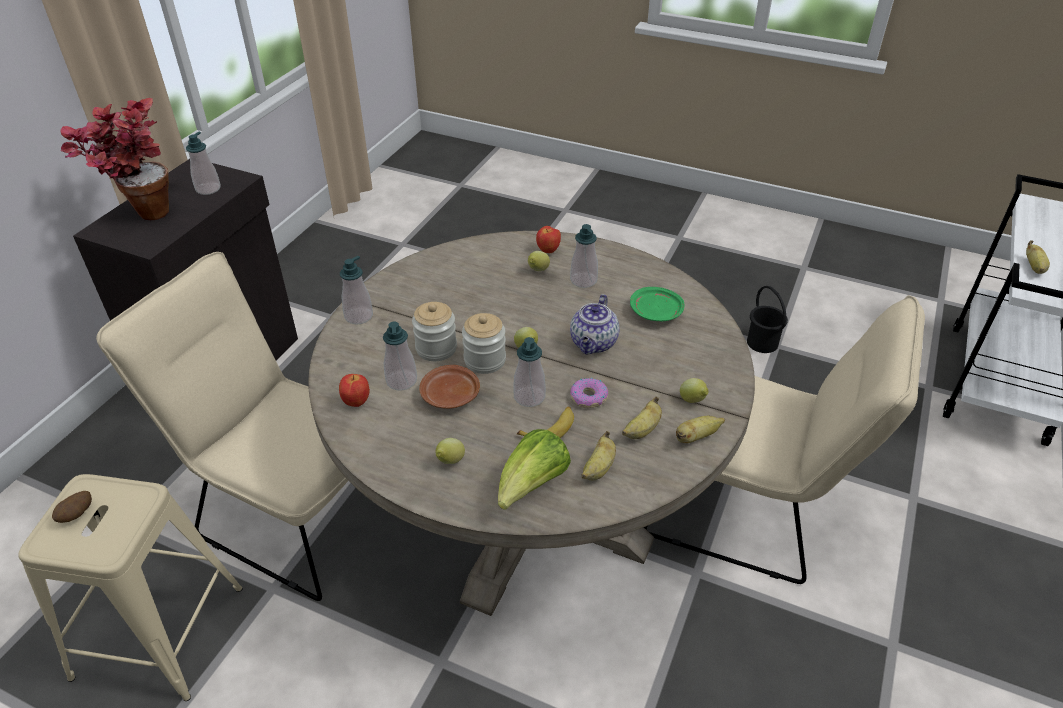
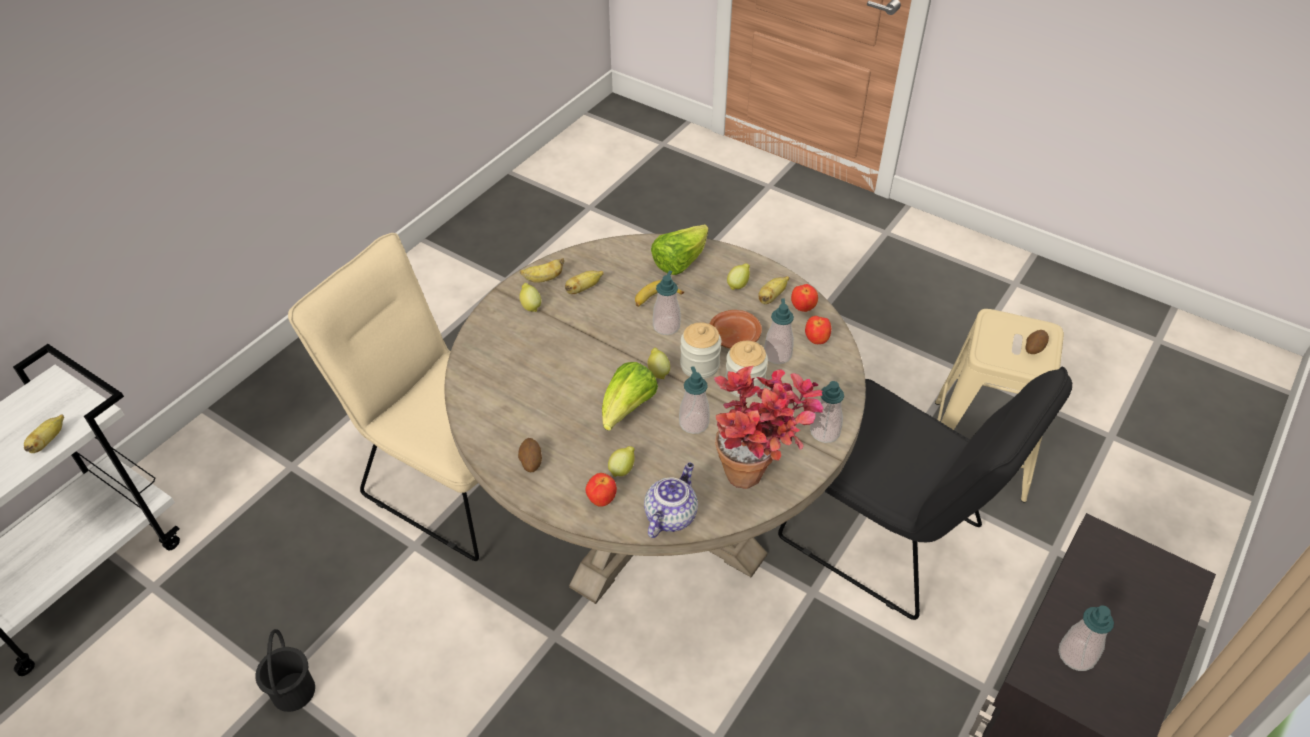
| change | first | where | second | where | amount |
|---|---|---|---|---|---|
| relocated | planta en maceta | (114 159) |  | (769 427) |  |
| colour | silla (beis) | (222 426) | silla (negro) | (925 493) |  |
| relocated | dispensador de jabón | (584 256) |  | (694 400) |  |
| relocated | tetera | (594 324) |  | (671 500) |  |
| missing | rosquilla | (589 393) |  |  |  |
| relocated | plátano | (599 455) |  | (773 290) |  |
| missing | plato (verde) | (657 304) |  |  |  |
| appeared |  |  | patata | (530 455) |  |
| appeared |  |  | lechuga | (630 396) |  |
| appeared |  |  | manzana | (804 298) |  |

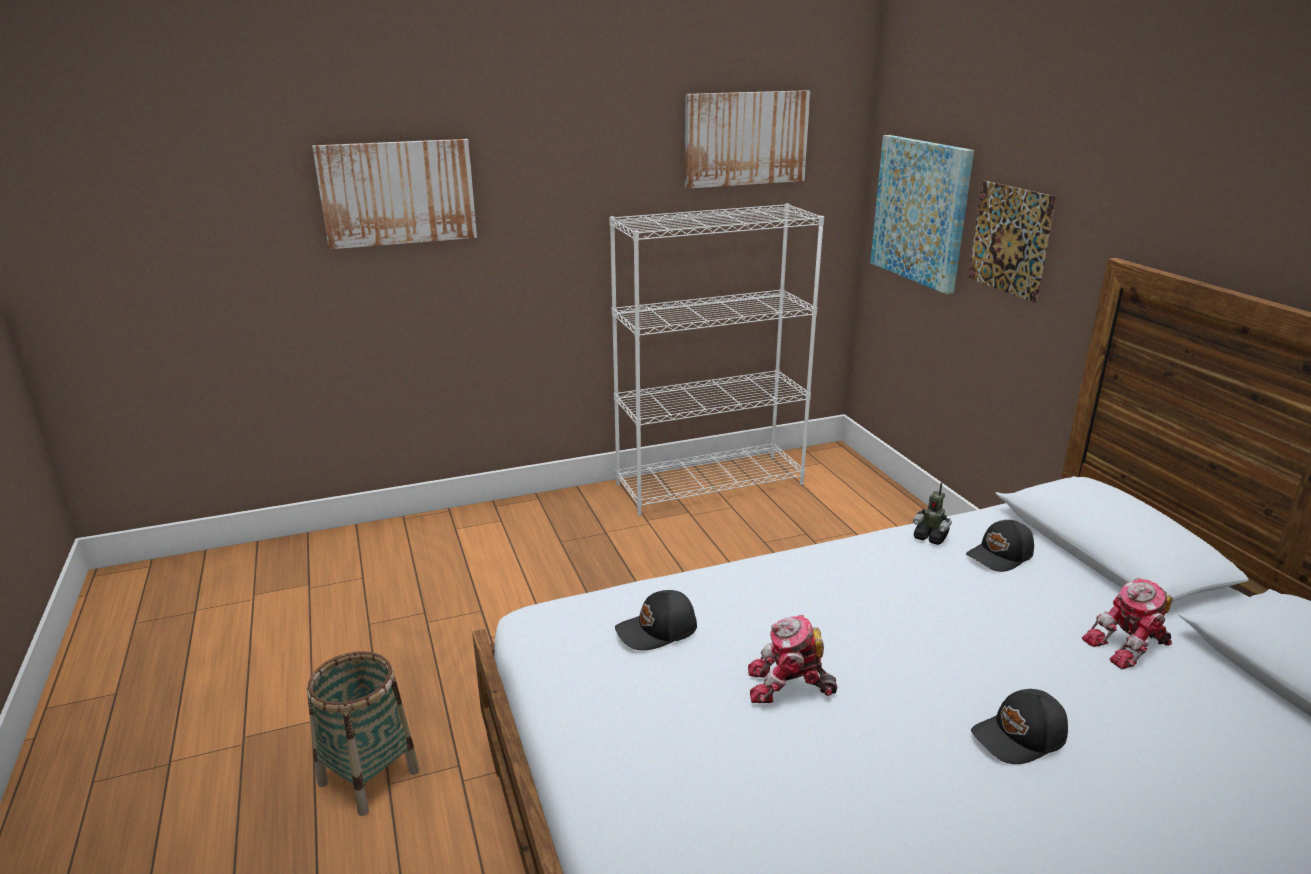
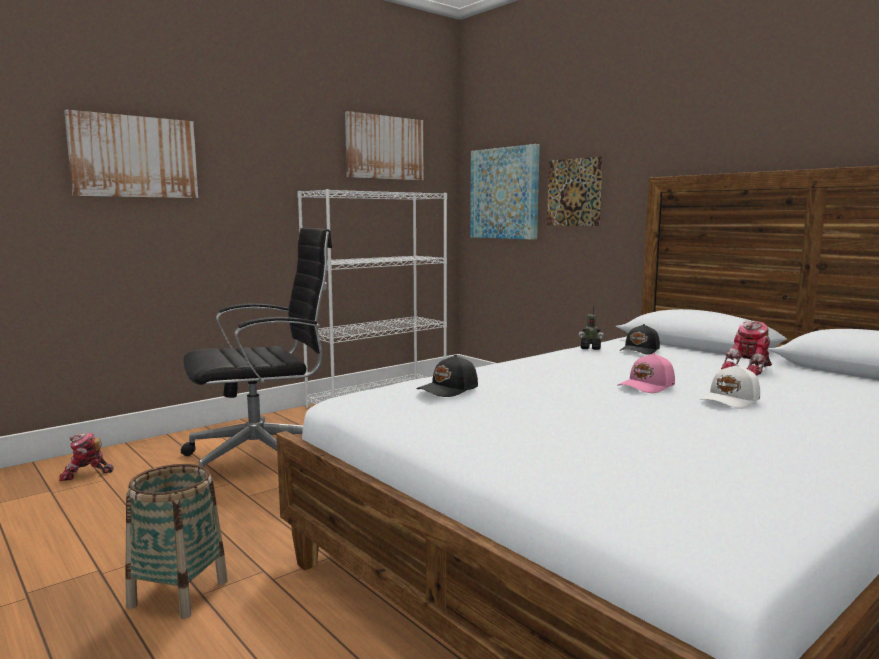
| change | first | where | second | where | amount |
|---|---|---|---|---|---|
| relocated | robot de juguete | (792 659) |  | (86 457) |  |
| colour | gorra (negro) | (1019 726) | gorra (blanco) | (730 386) |  |
| appeared |  |  | silla de oficina (negro) | (256 347) |  |
| appeared |  |  | gorra (rosa) | (646 373) |  |

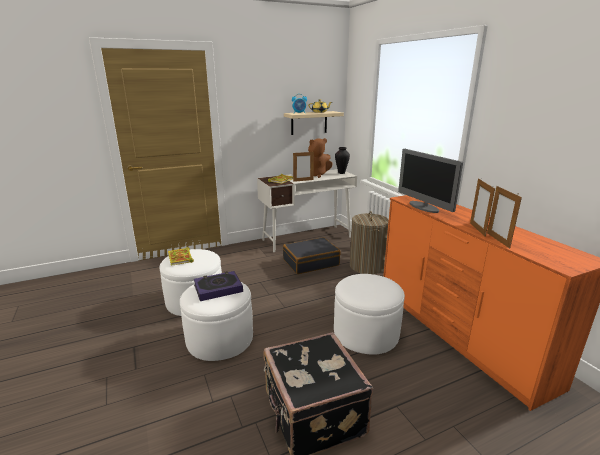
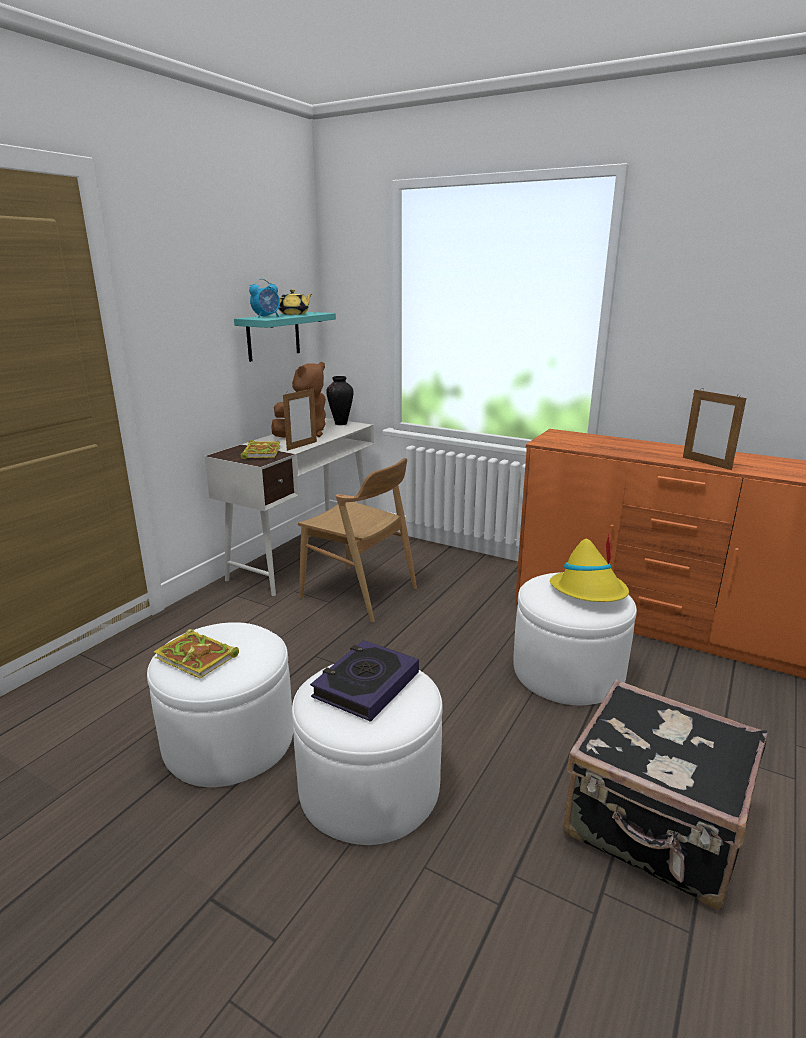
| change | first | where | second | where | amount |
|---|---|---|---|---|---|
| exchanged | maleta (negro) | (312 255) | silla (marrón) | (357 540) |  |
| colour | estante (beis) | (314 123) | estante (turquesa) | (285 337) |  |
| missing | cesto de la ropa | (369 242) |  |  |  |
| missing | monitor | (430 181) |  |  |  |
| missing | portarretratos | (504 217) |  |  |  |
| appeared |  |  | sombrero (amarillo) | (589 567) |  |

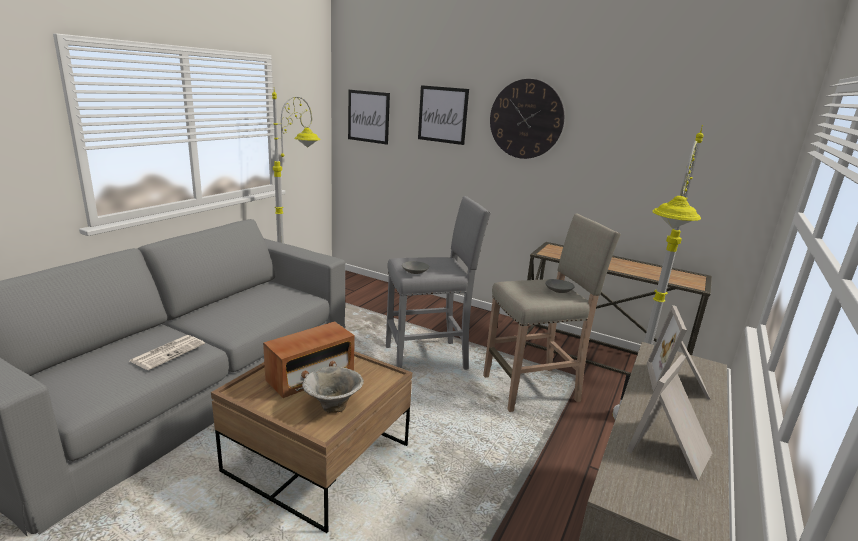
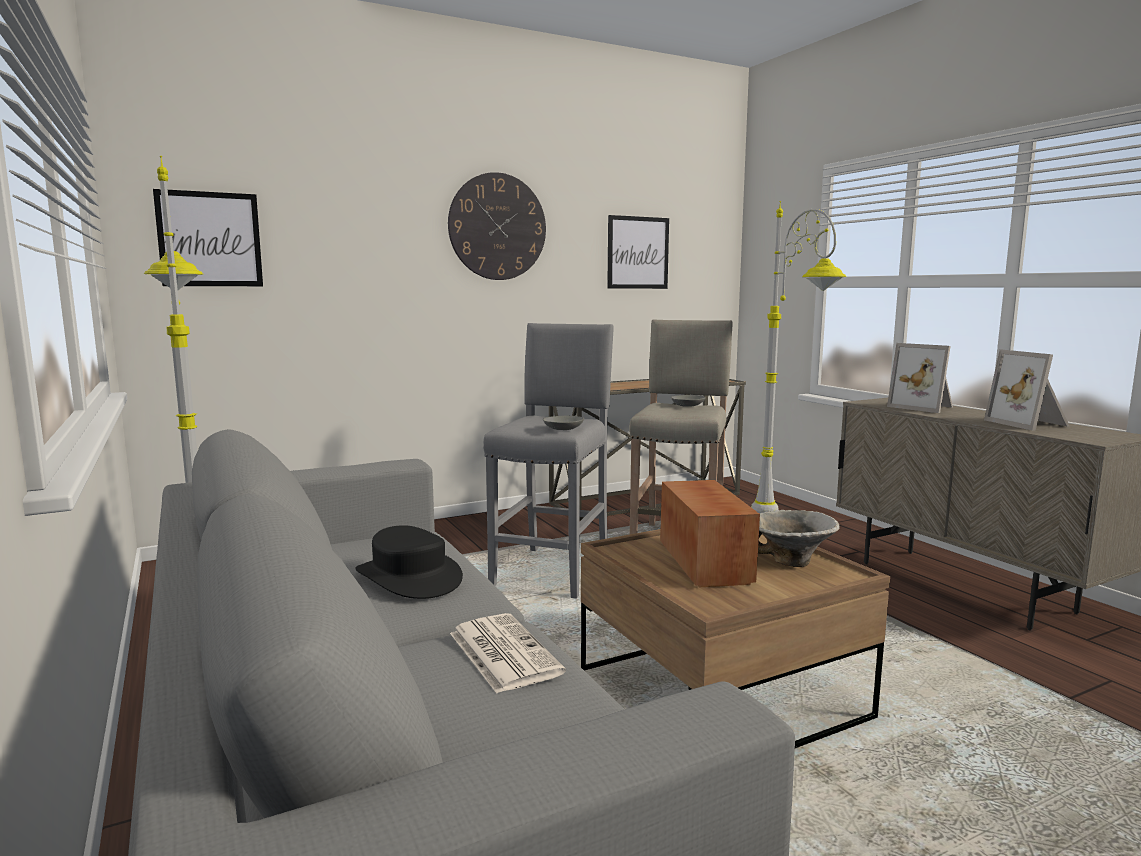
| change | first | where | second | where | amount |
|---|---|---|---|---|---|
| relocated | cuadro | (443 115) |  | (638 252) |  |
| appeared |  |  | sombrero (negro) | (409 562) |  |

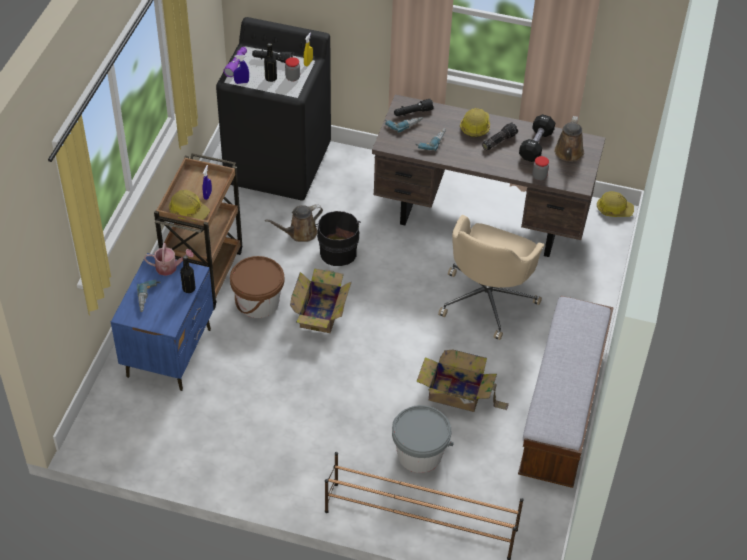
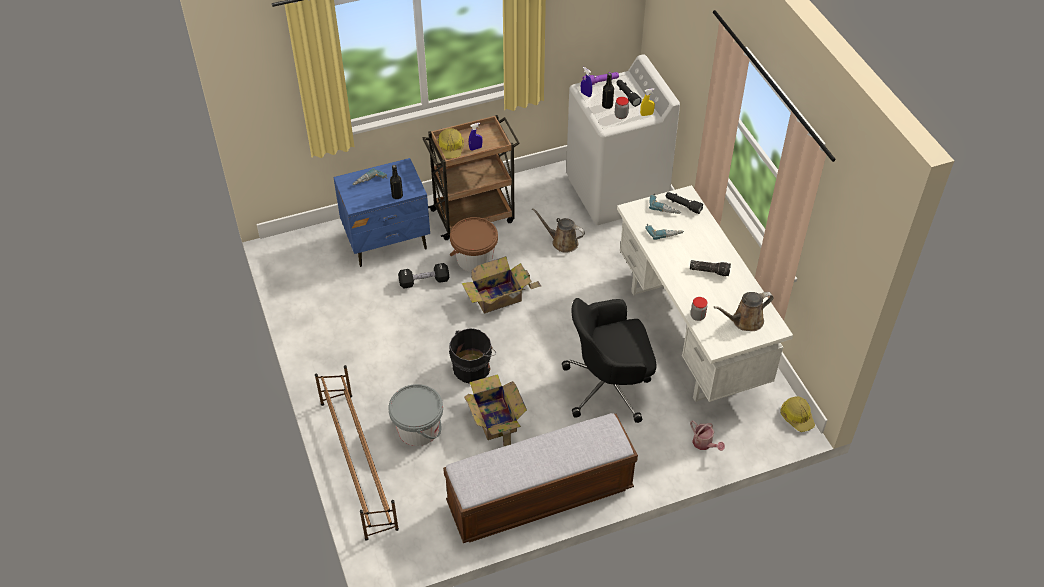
| change | first | where | second | where | amount |
|---|---|---|---|---|---|
| relocated | regadera | (169 259) |  | (707 435) |  |
| colour | lavadora (negro) | (273 108) | lavadora (blanco) | (623 139) |  |
| relocated | cubo (negro) | (338 238) |  | (472 356) |  |
| colour | escritorio (marrón) | (489 175) | escritorio (blanco) | (705 293) |  |
| colour | silla de oficina (beis) | (491 277) | silla de oficina (negro) | (609 360) |  |
| missing | casco | (475 122) |  |  |  |
| relocated | mancuerna (negro) | (537 138) |  | (423 276) |  |

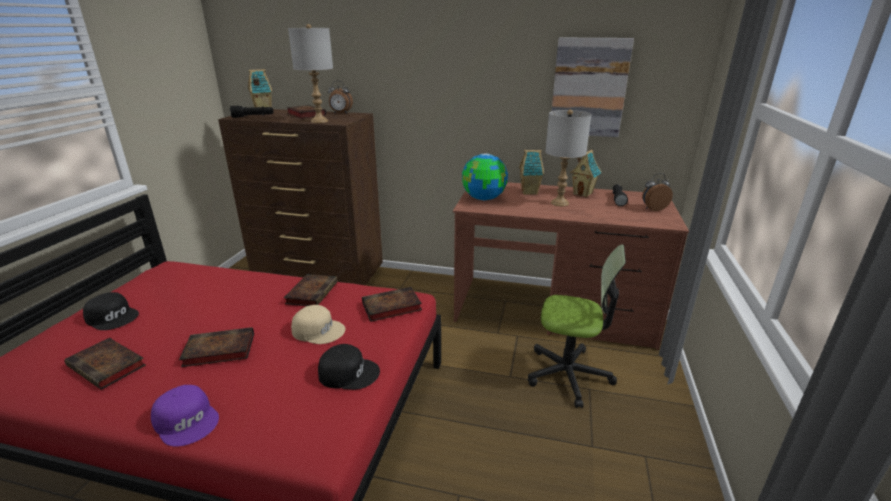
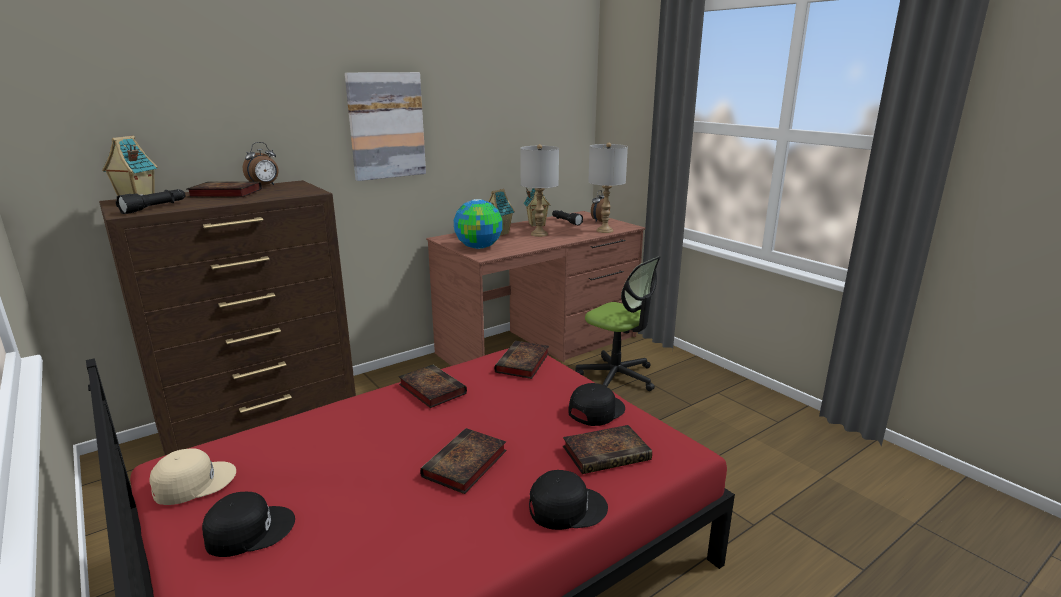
| change | first | where | second | where | amount |
|---|---|---|---|---|---|
| relocated | libro | (105 364) |  | (607 449) |  |
| colour | gorra (morado) | (185 415) | gorra (negro) | (568 500) |  |
| relocated | lámpara de mesa (gris) | (310 73) |  | (608 188) |  |
| relocated | gorra (beis) | (318 324) |  | (192 476) |  |
| spun | silla de oficina | (577 326) |  | (618 323) | 75 degrees clockwise |
| relocated | cuadro | (593 87) |  | (385 126) |  |

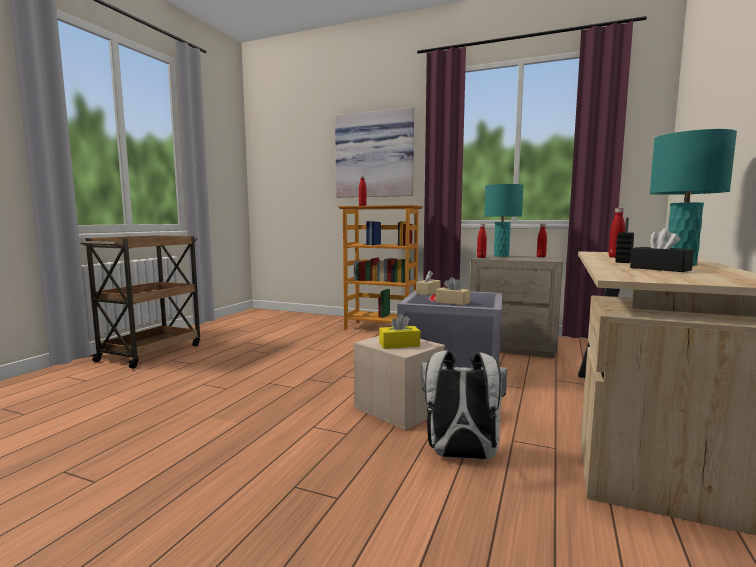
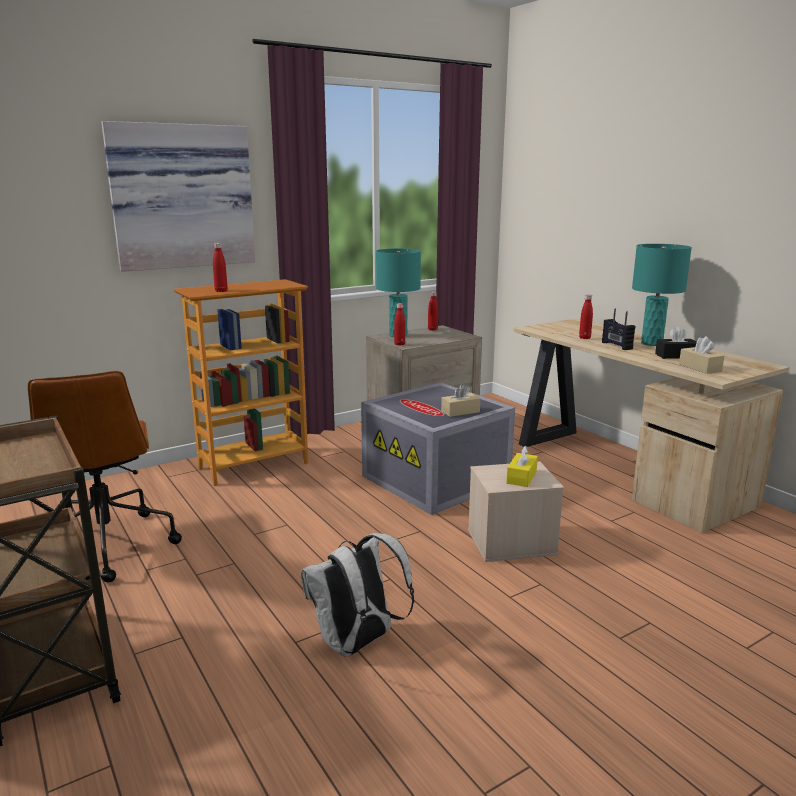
| change | first | where | second | where | amount |
|---|---|---|---|---|---|
| relocated | caja de pañuelos (beis) | (428 282) |  | (701 355) |  |
| relocated | mochila (blanco) | (464 405) |  | (357 595) |  |
| appeared |  |  | silla de oficina (marrón) | (105 476) |  |

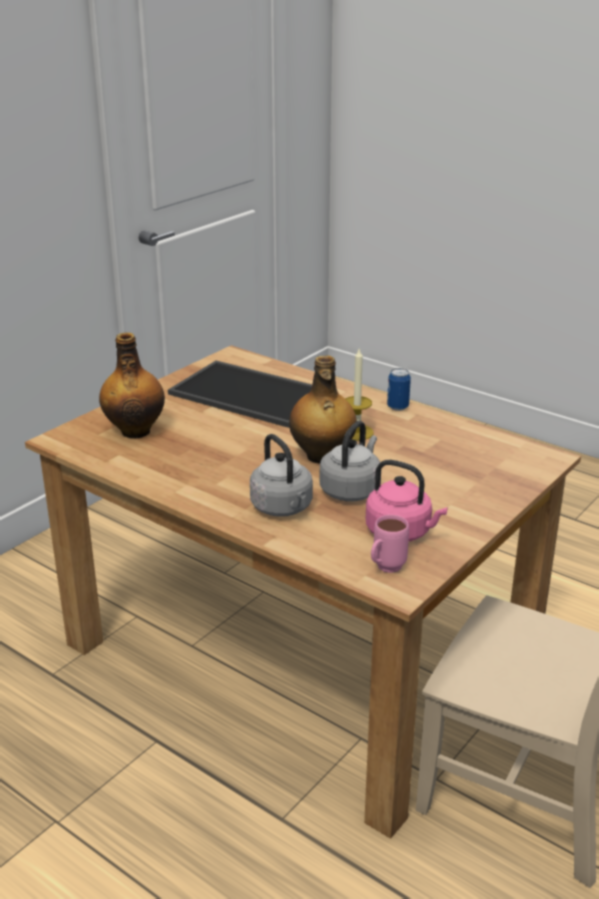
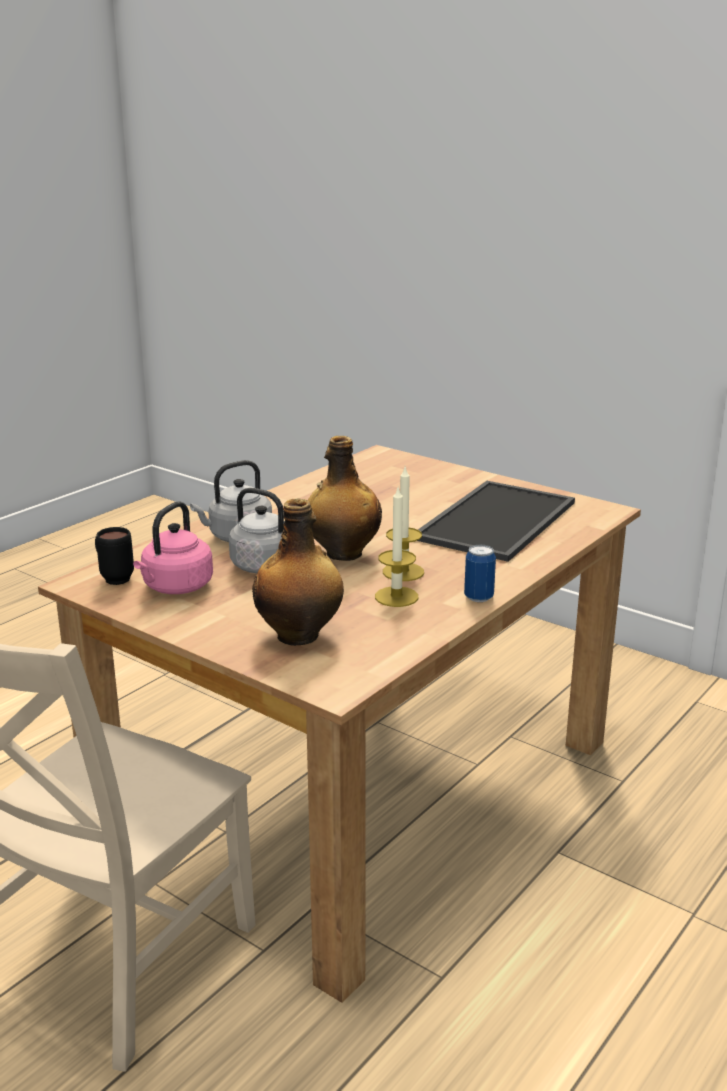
| change | first | where | second | where | amount |
|---|---|---|---|---|---|
| relocated | botella | (132 385) |  | (298 572) |  |
| colour | taza grande (rosa) | (390 544) | taza grande (negro) | (114 556) |  |
| appeared |  |  | vela | (396 546) |  |

